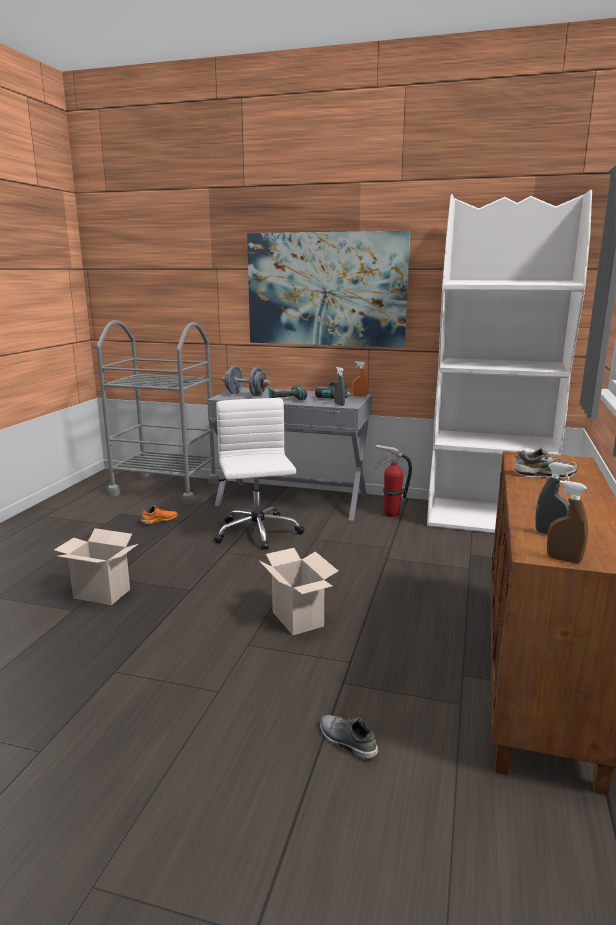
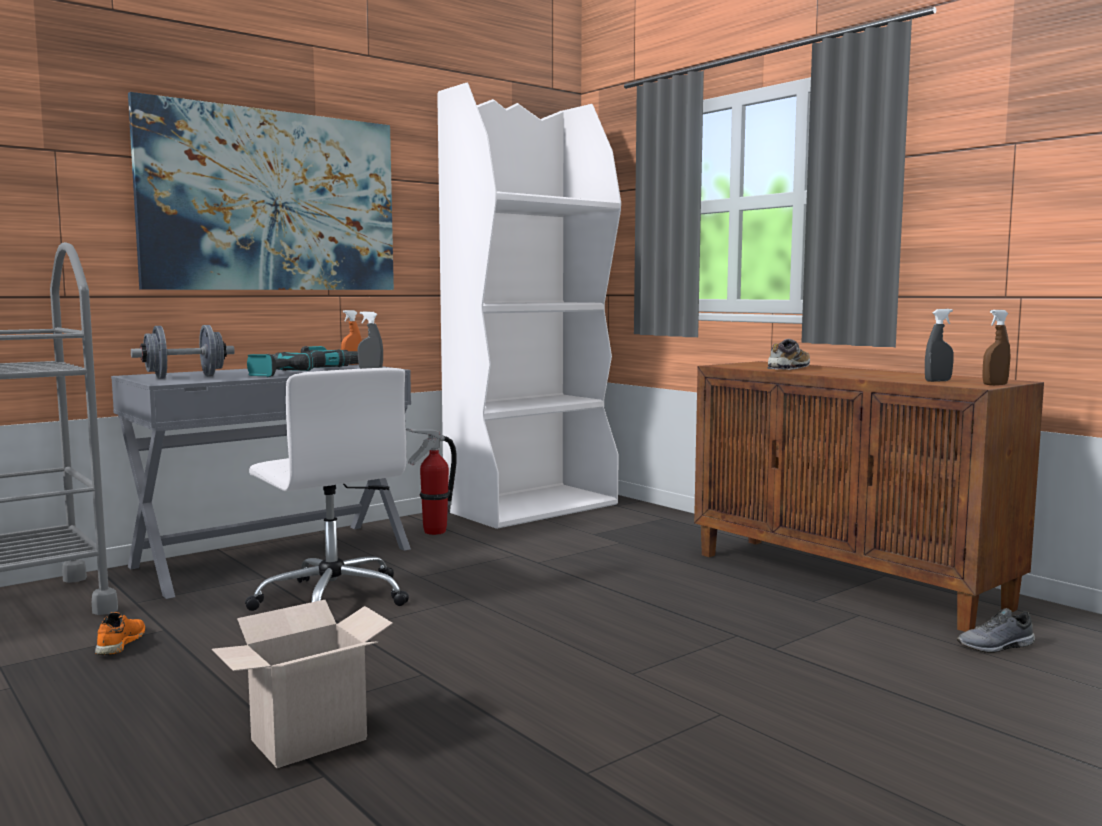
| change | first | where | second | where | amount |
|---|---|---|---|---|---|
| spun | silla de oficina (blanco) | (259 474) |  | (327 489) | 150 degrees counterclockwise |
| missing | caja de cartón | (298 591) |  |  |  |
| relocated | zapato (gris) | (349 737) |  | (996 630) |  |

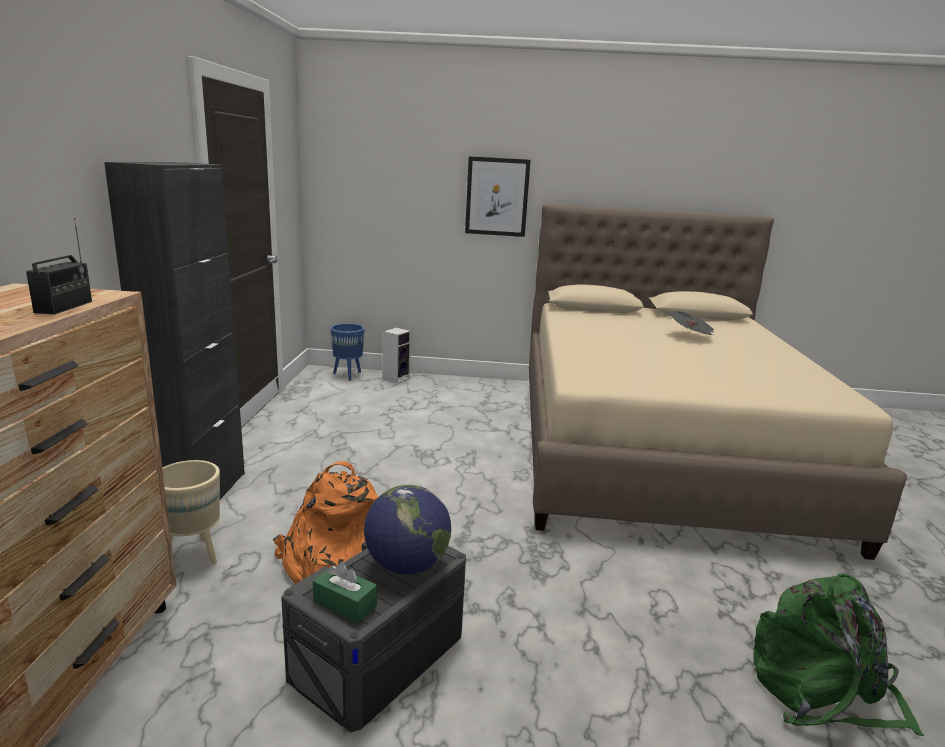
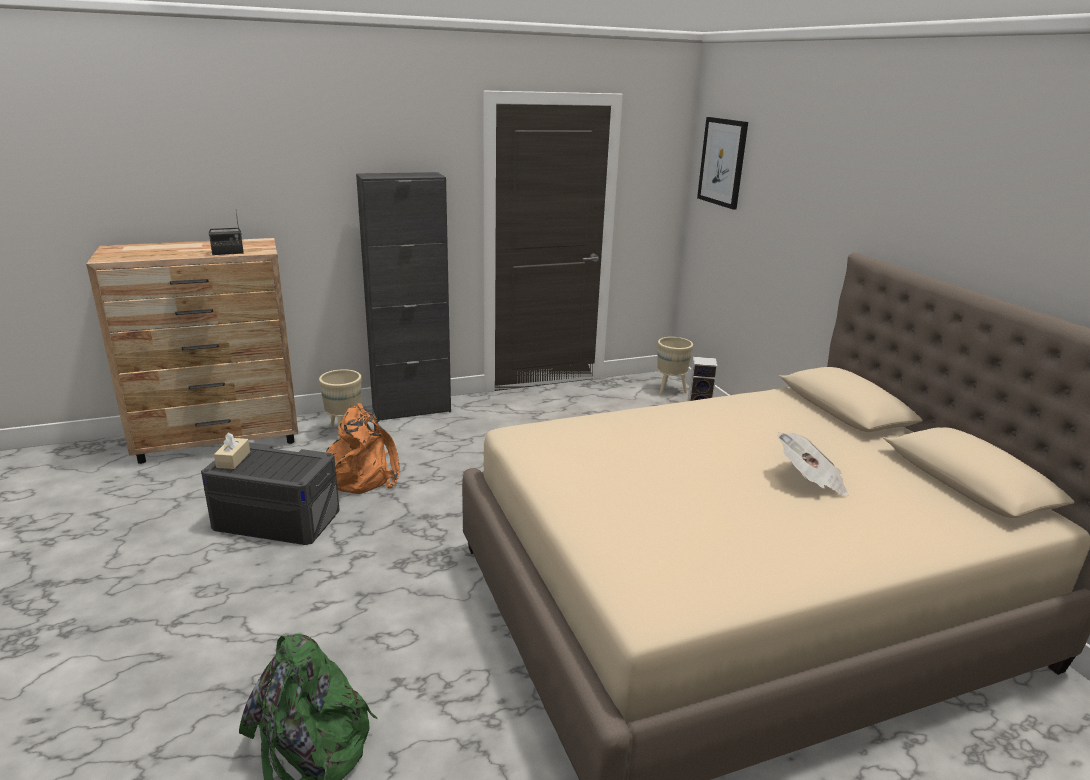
| change | first | where | second | where | amount |
|---|---|---|---|---|---|
| colour | caja de pañuelos (verde) | (345 593) | caja de pañuelos (beis) | (232 451) |  |
| colour | maceta (azul) | (347 352) | maceta (beis) | (675 366) |  |
| missing | globo terráqueo | (407 530) |  |  |  |
| relocated | cuadro | (498 196) |  | (722 163) |  |

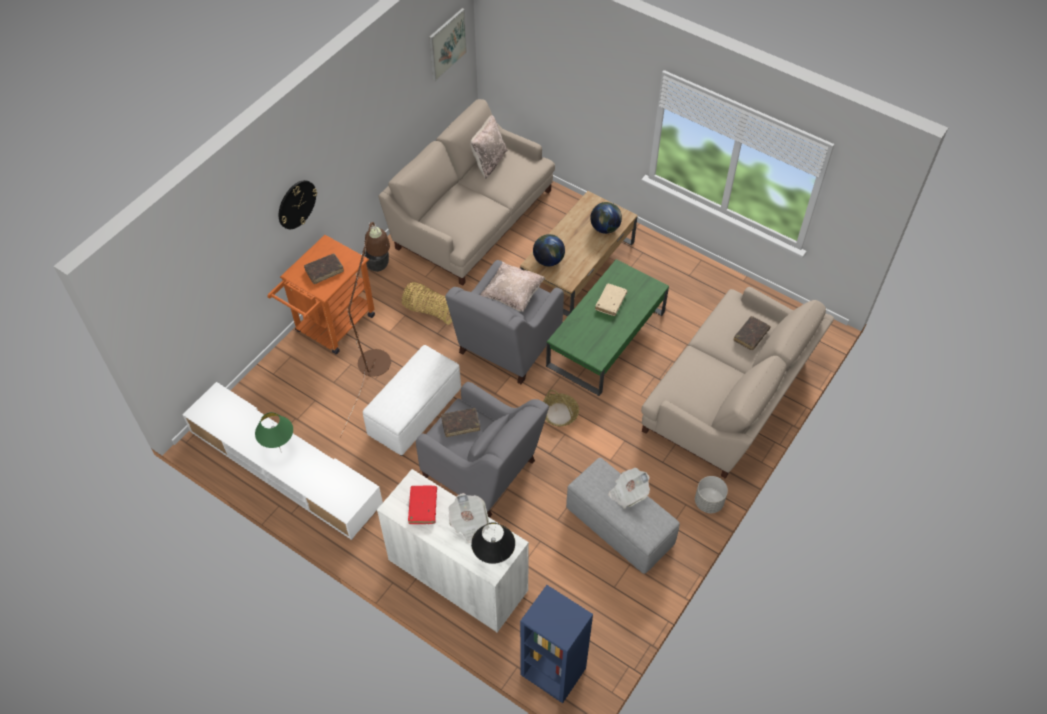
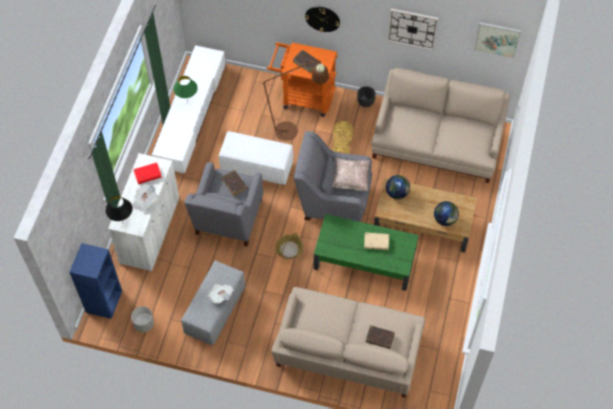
| change | first | where | second | where | amount |
|---|---|---|---|---|---|
| missing | cojín (beis) | (489 147) |  |  |  |
| relocated | maceta (gris) | (711 494) |  | (142 319) |  |
| appeared |  |  | reloj de pared | (413 30) |  |

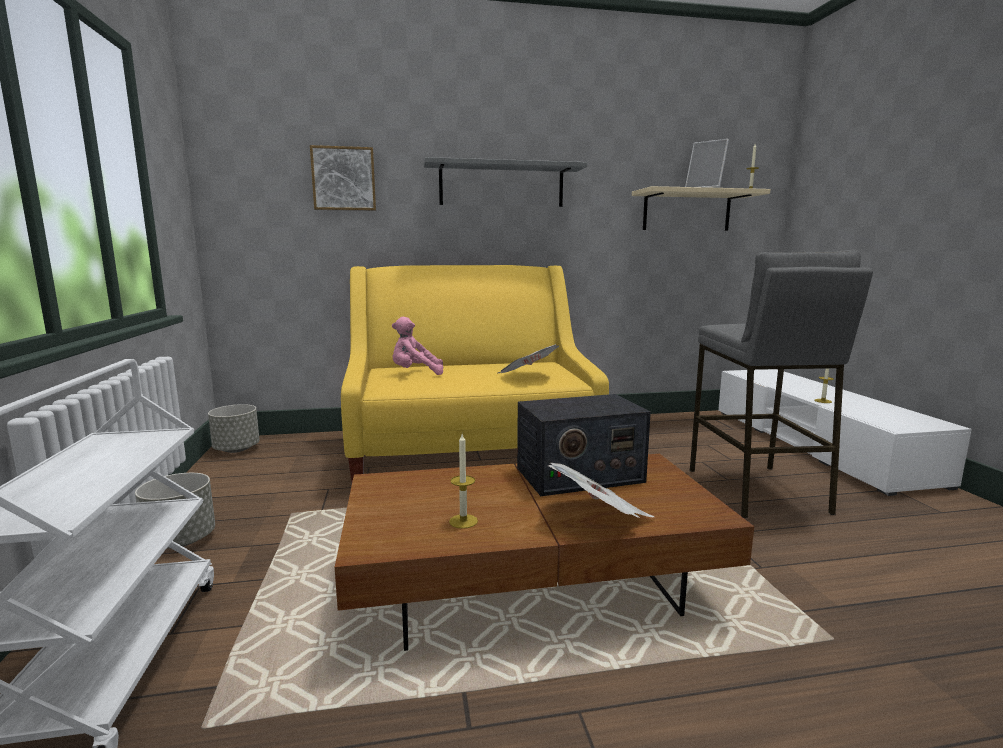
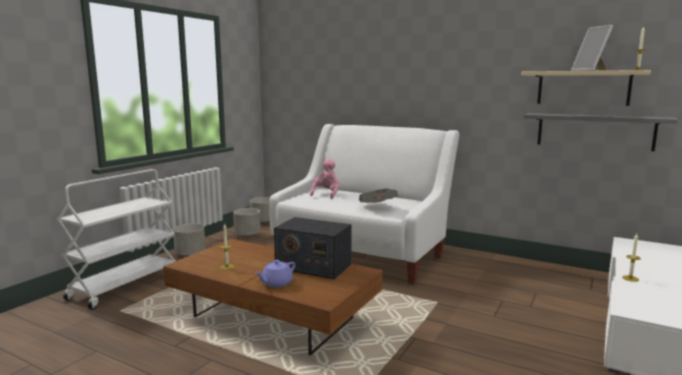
| change | first | where | second | where | amount |
|---|---|---|---|---|---|
| missing | cuadro | (343 178) |  |  |  |
| colour | sofá (amarillo) | (475 374) | sofá (blanco) | (364 204) |  |
| spun | peluche (rosa) | (417 346) |  | (325 179) | 75 degrees clockwise |
| relocated | estante (gris) | (505 182) |  | (600 132) |  |
| exchanged | periódico | (600 490) | tetera (morado) | (275 274) |  |
| missing | taburete (gris) | (781 384) |  |  |  |
| appeared |  |  | maceta (gris) | (247 222) |  |

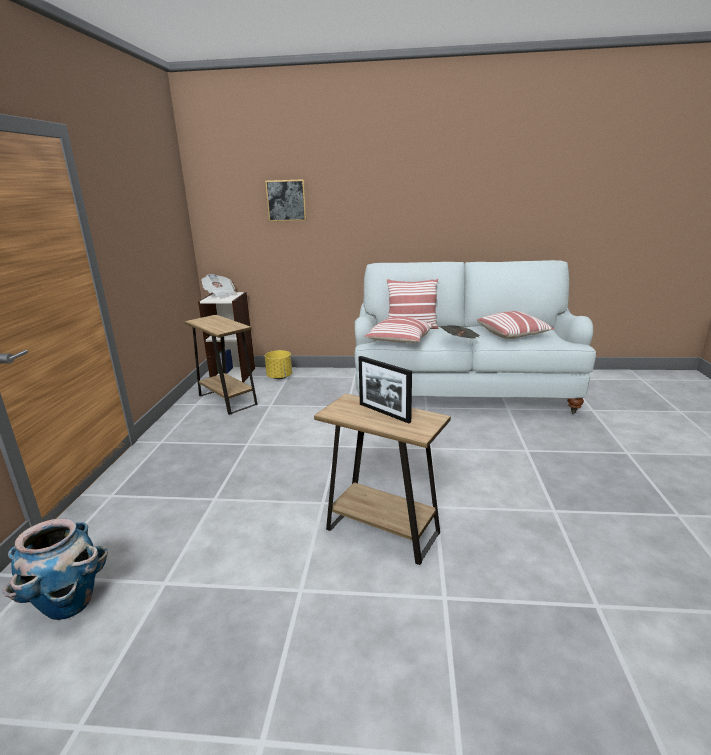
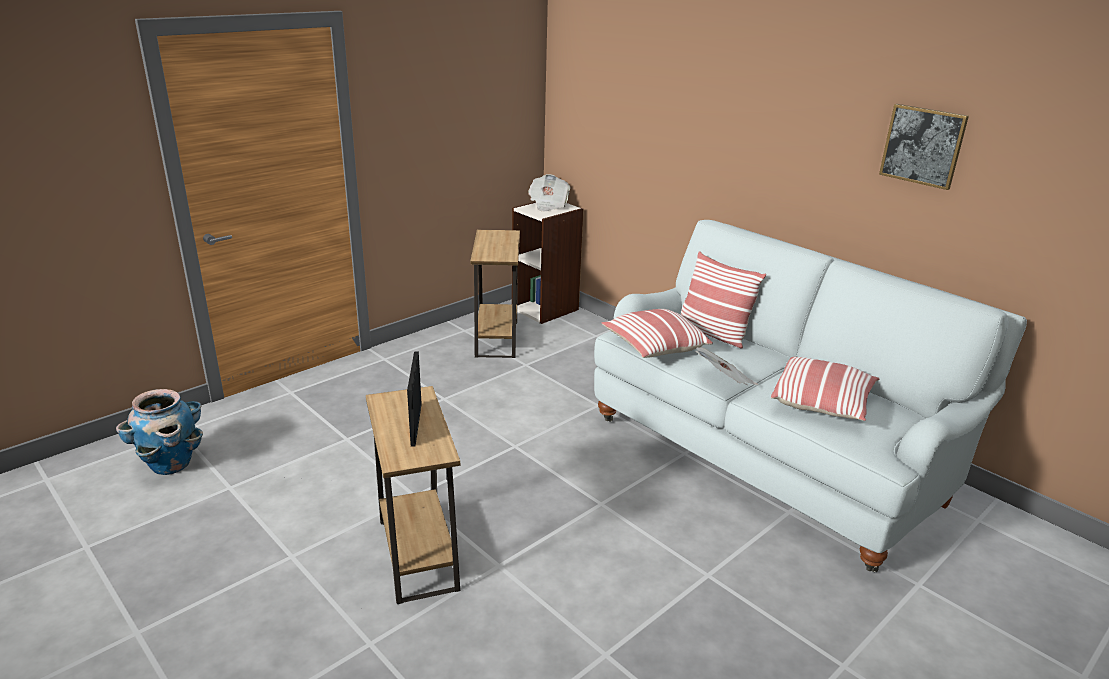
| change | first | where | second | where | amount |
|---|---|---|---|---|---|
| relocated | cuadro | (286 200) |  | (924 147) |  |
| missing | maceta (amarillo) | (278 364) |  |  |  |

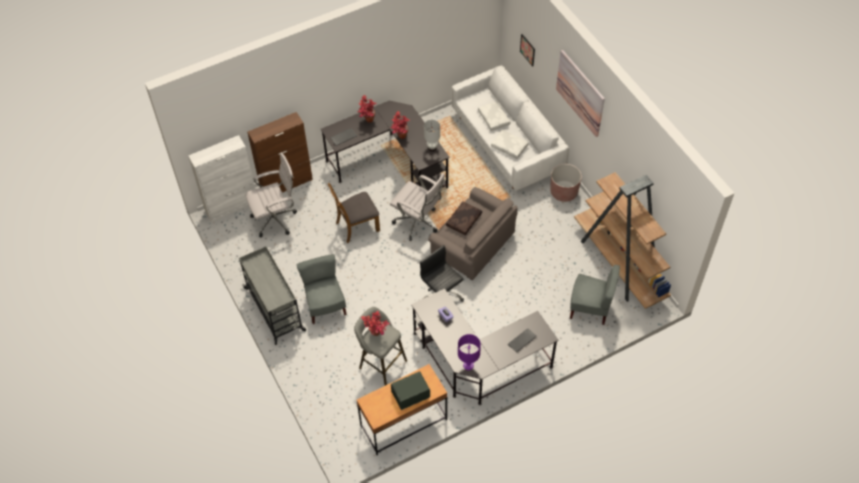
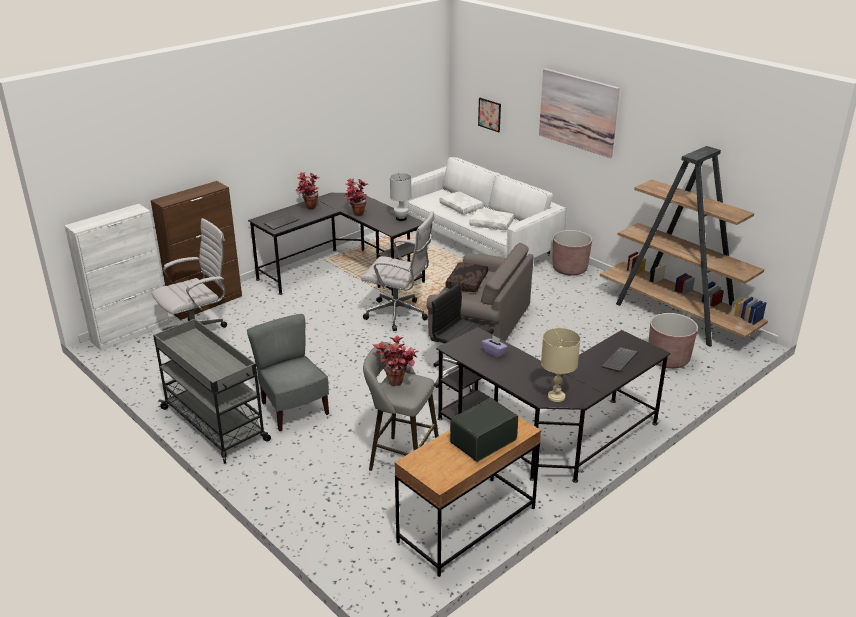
| change | first | where | second | where | amount |
|---|---|---|---|---|---|
| missing | silla (marrón) | (354 213) |  |  |  |
| colour | lámpara de mesa (morado) | (469 352) | lámpara de mesa (beis) | (560 365) |  |
| exchanged | silla (gris) | (595 295) | maceta (marrón) | (673 341) |  |

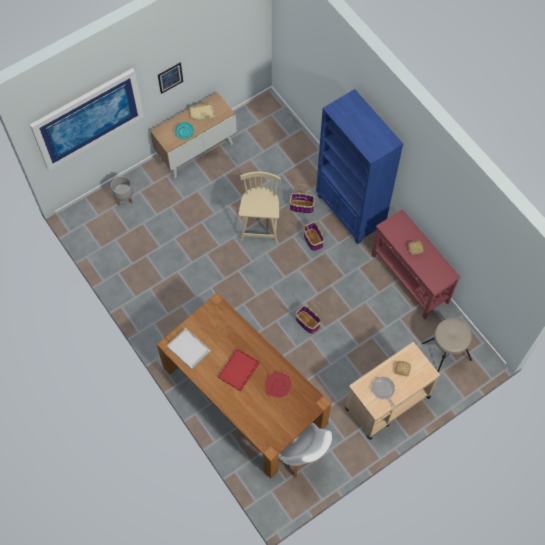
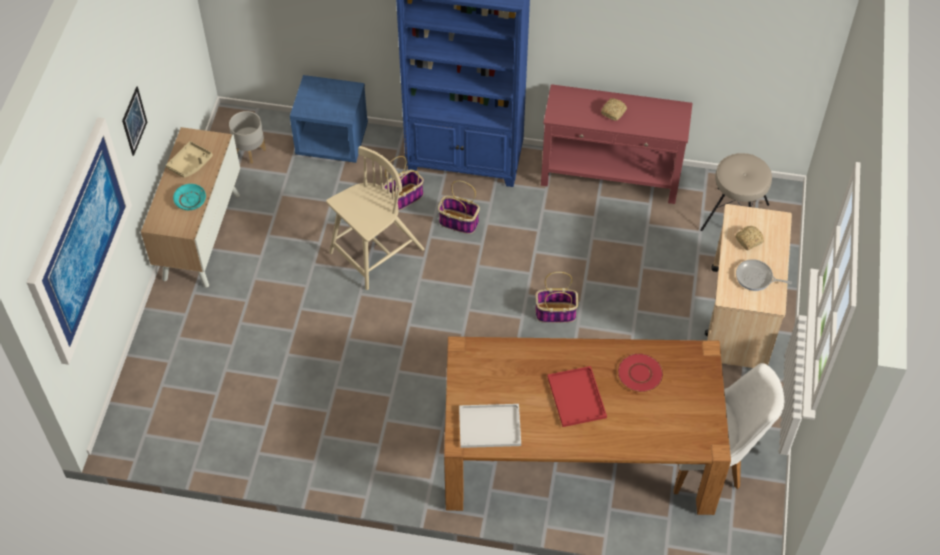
| change | first | where | second | where | amount |
|---|---|---|---|---|---|
| relocated | maceta (gris) | (122 191) |  | (247 137) |  |
| spun | silla (beis) | (259 207) |  | (375 218) | 90 degrees clockwise |
| appeared |  |  | mesita de noche (azul) | (329 119) |  |

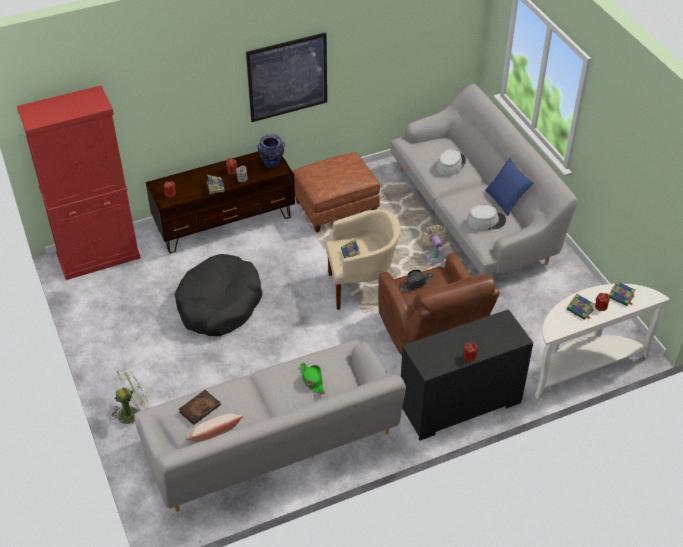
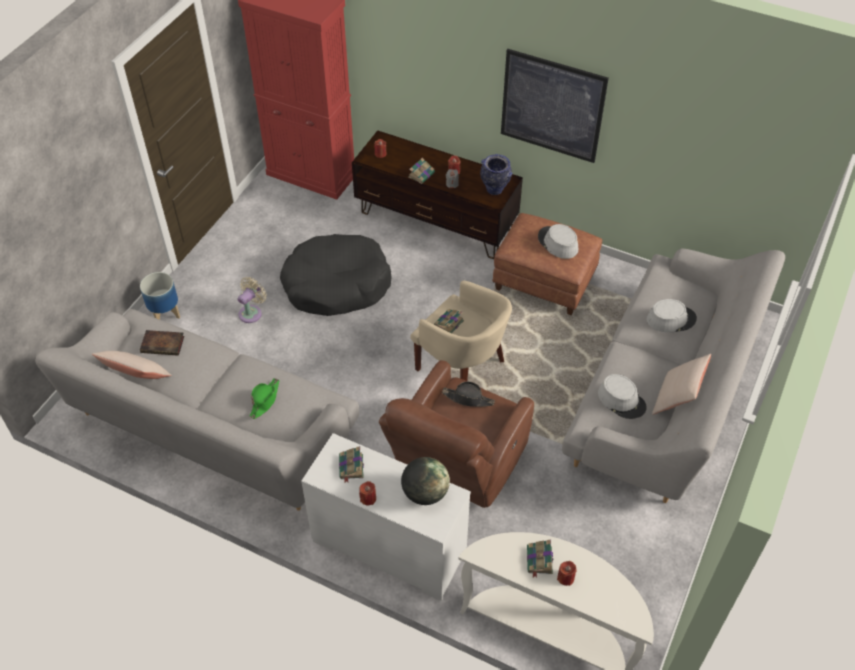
| change | first | where | second | where | amount |
|---|---|---|---|---|---|
| exchanged | ventilador (verde) | (129 396) | maceta | (160 296) |  |
| colour | cómoda (negro) | (467 375) | cómoda (blanco) | (386 517) |  |
| relocated | ventilador (beis) | (433 244) |  | (252 300) |  |
| colour | cojín (azul) | (509 187) | cojín (beis) | (681 384) |  |
| relocated | libro | (622 293) |  | (351 464) |  |
| appeared |  |  | globo terráqueo | (425 481) |  |
| appeared |  |  | sombrero (gris) | (558 241) |  |

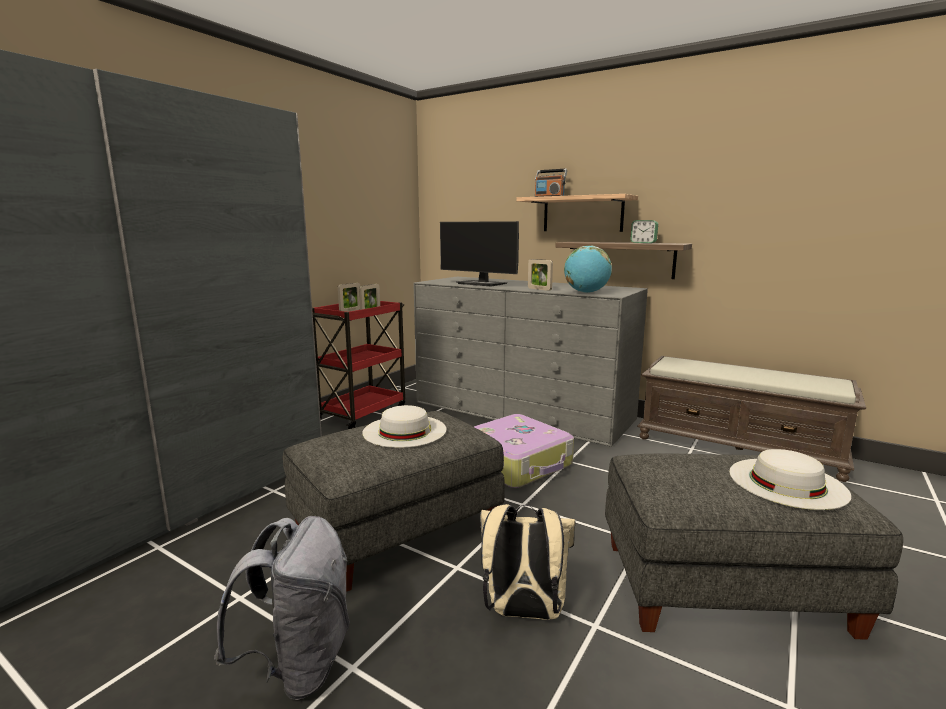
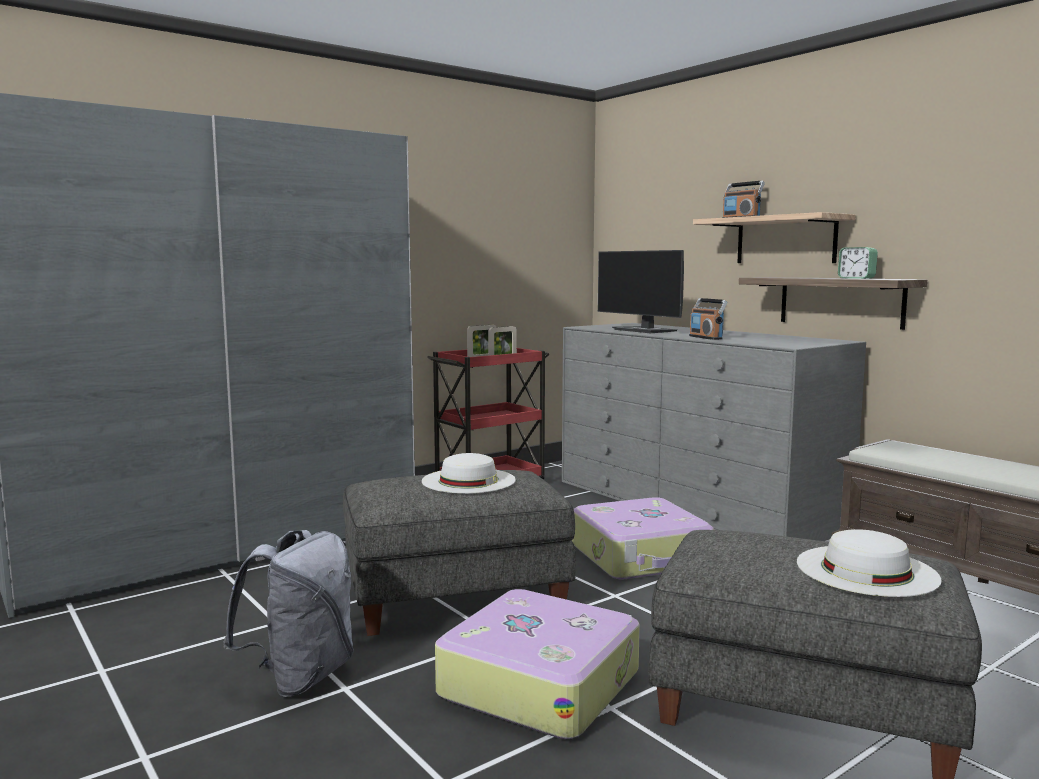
| change | first | where | second | where | amount |
|---|---|---|---|---|---|
| exchanged | mochila (beis) | (527 562) | maleta | (537 664) |  |
| exchanged | portarretratos | (540 275) | radio | (708 319) |  |
| missing | globo terráqueo | (588 269) |  |  |  |

